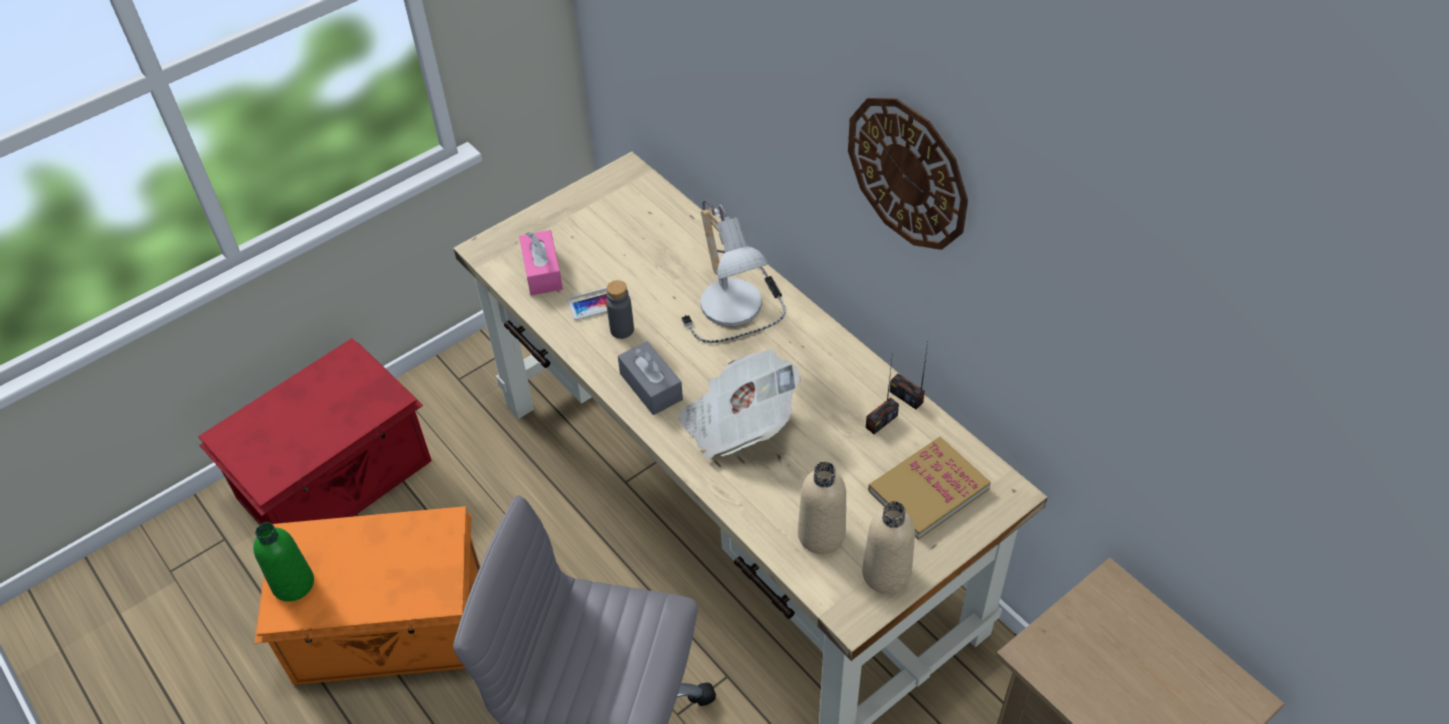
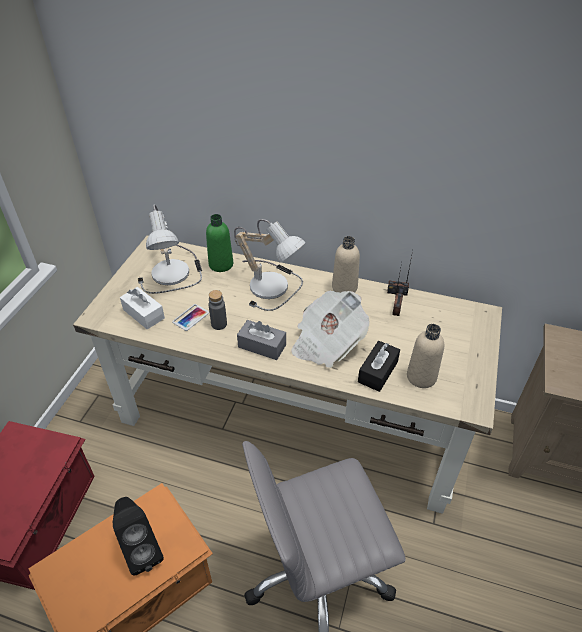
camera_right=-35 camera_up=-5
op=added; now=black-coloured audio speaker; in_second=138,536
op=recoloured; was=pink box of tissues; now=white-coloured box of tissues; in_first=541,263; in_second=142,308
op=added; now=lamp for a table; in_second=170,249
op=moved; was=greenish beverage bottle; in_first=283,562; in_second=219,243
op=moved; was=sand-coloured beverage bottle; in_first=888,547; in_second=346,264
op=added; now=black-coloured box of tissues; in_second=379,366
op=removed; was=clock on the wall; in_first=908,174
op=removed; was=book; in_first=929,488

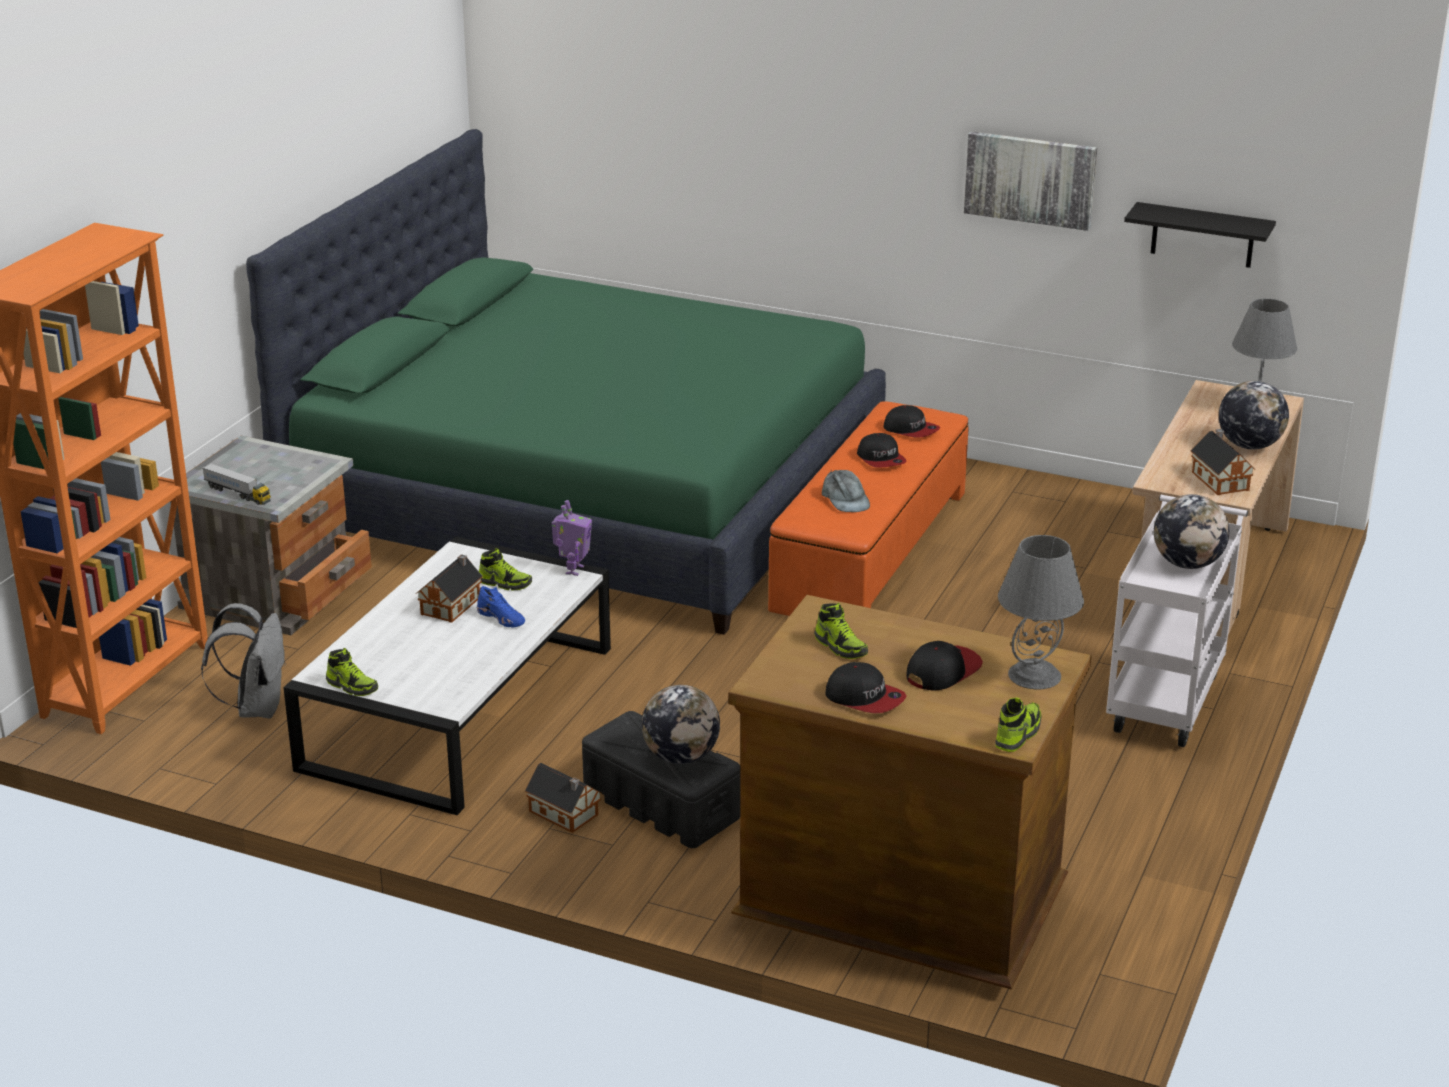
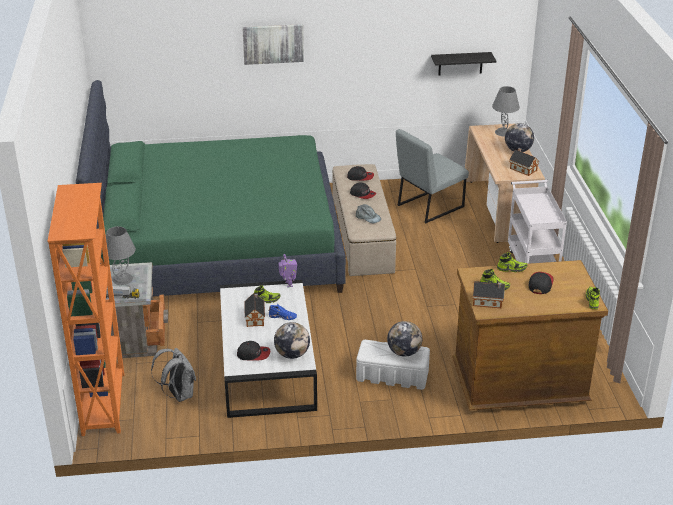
camera_right=-30 camera_up=5
op=moved; was=gray lamp for a table; in_first=1041,612; in_second=119,255
op=moved; was=peaked cap; in_first=866,687; in_second=253,351
op=moved; was=picture; in_first=1030,181; in_second=273,44
op=moved; was=desk globe; in_first=1191,531; in_second=292,340
op=recoloured; was=orangey indoor bench; now=sand-coloured indoor bench; in_first=868,508; in_second=364,220
op=recoloured; was=black-coloured storage box; now=white-coloured storage box; in_first=661,779; in_second=393,365
op=added; now=gray upright chair; in_second=432,176
op=moved; was=miniature house; in_first=563,798; in_second=489,294
op=moved; was=shoe; in_first=352,672; in_second=512,262

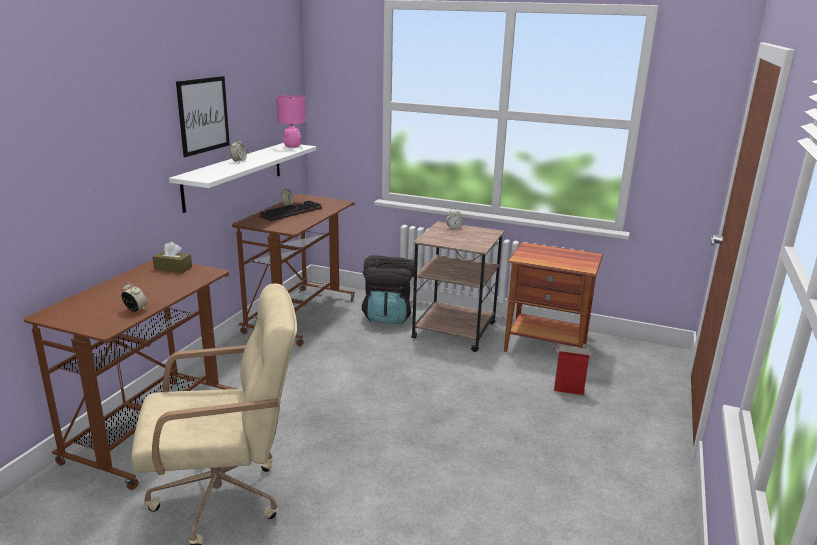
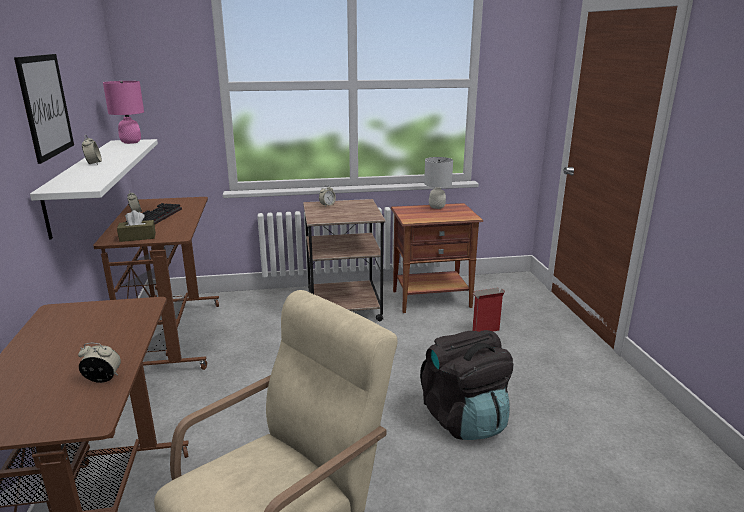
camera_right=-30 camera_up=0
op=moved; was=brownish box of tissues; in_first=172,257; in_second=136,226
op=moved; was=black-coloured backpack; in_first=388,289; in_second=466,385
op=added; now=gray lamp for a table; in_second=438,183

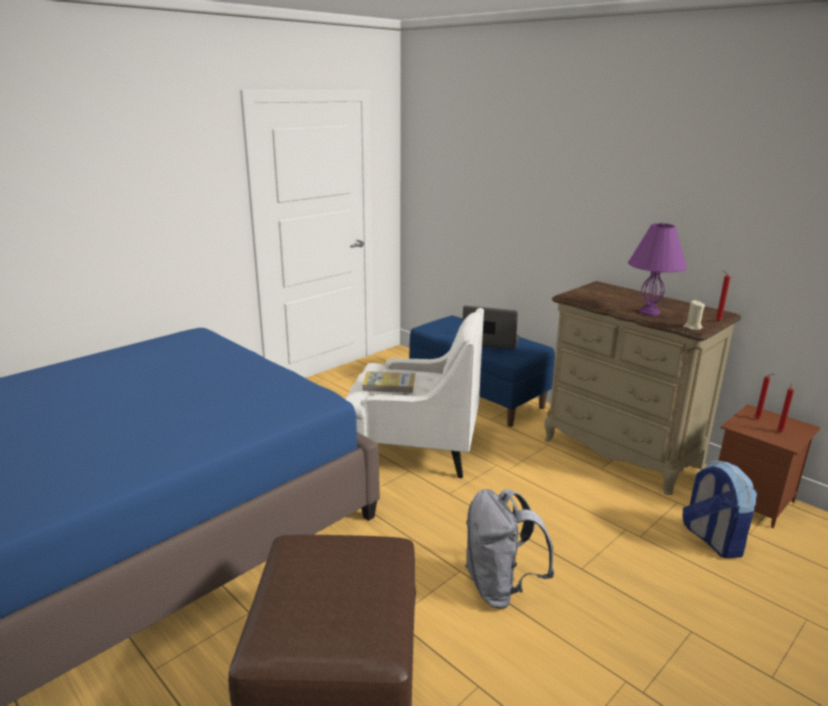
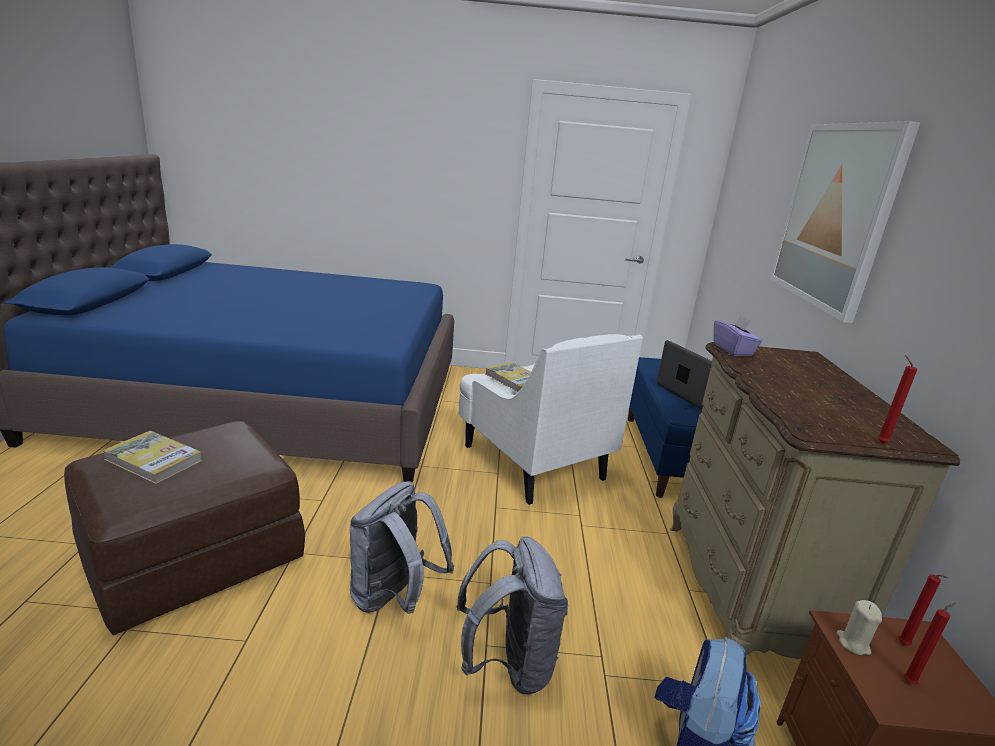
camera_right=45 camera_up=0
op=added; now=book; in_second=152,457
op=added; now=gray backpack; in_second=512,616
op=added; now=purple-coloured box of tissues; in_second=737,335
op=added; now=picture; in_second=845,222
op=moved; was=sand-coloured wax light; in_first=694,315; in_second=859,627
op=removed; was=purple-coloured lamp for a table; in_first=657,269

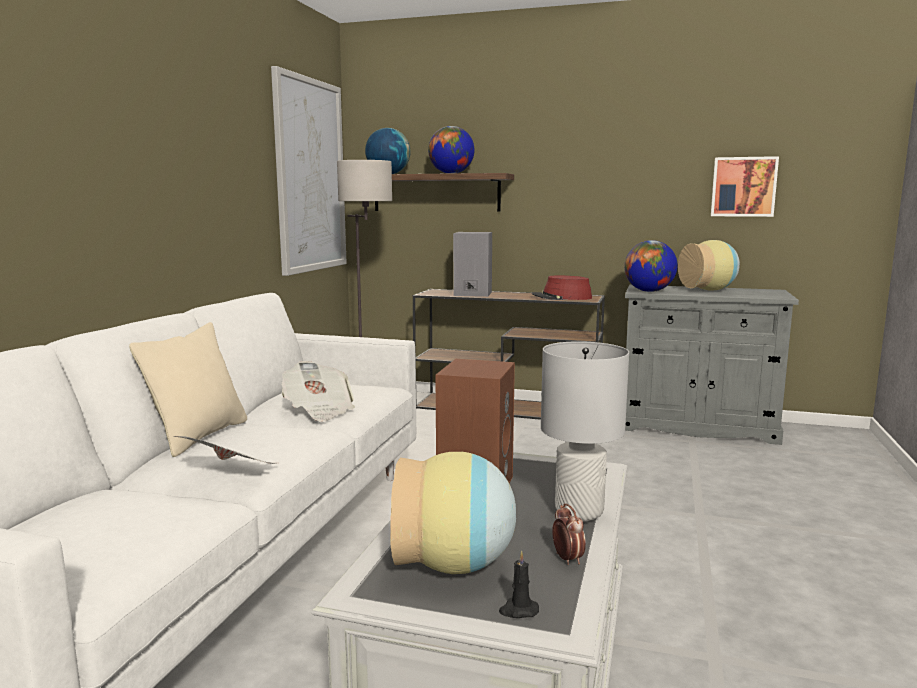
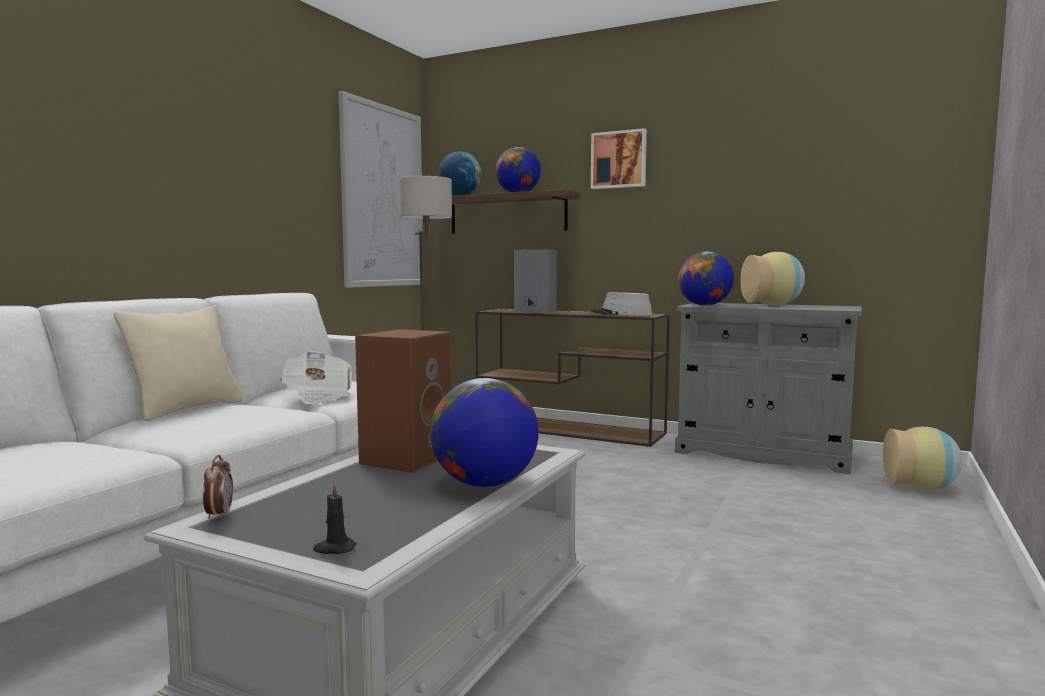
camera_right=10 camera_up=-5
op=moved; was=table clock; in_first=569,534; in_second=218,487
op=replaced; was=gray lamp for a table; now=desk globe; in_first=585,431; in_second=484,432
op=recoloured; was=red clothing hat; now=gray clothing hat; in_first=562,287; in_second=621,304
op=moved; was=picture; in_first=745,186; in_second=619,158
op=moved; was=decorative vase; in_first=453,513; in_second=922,458
op=removed; was=newspaper; in_first=225,450

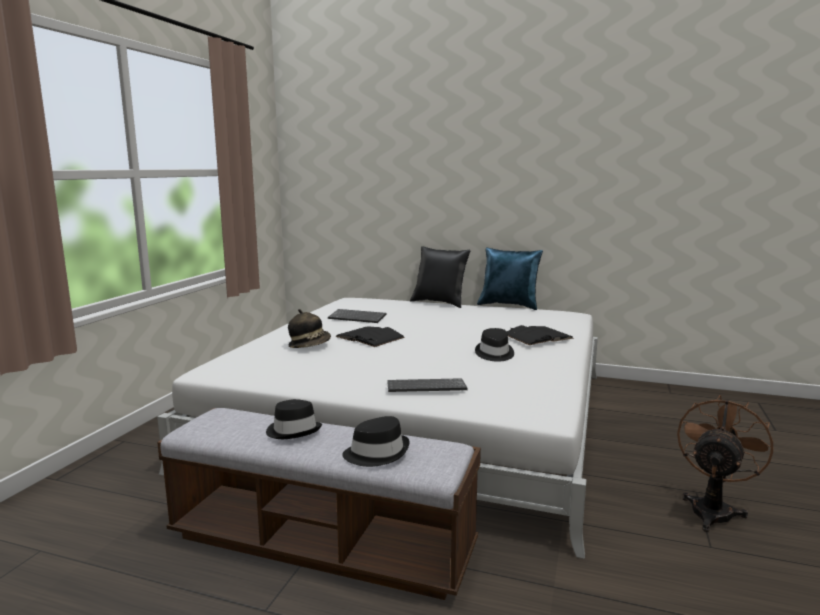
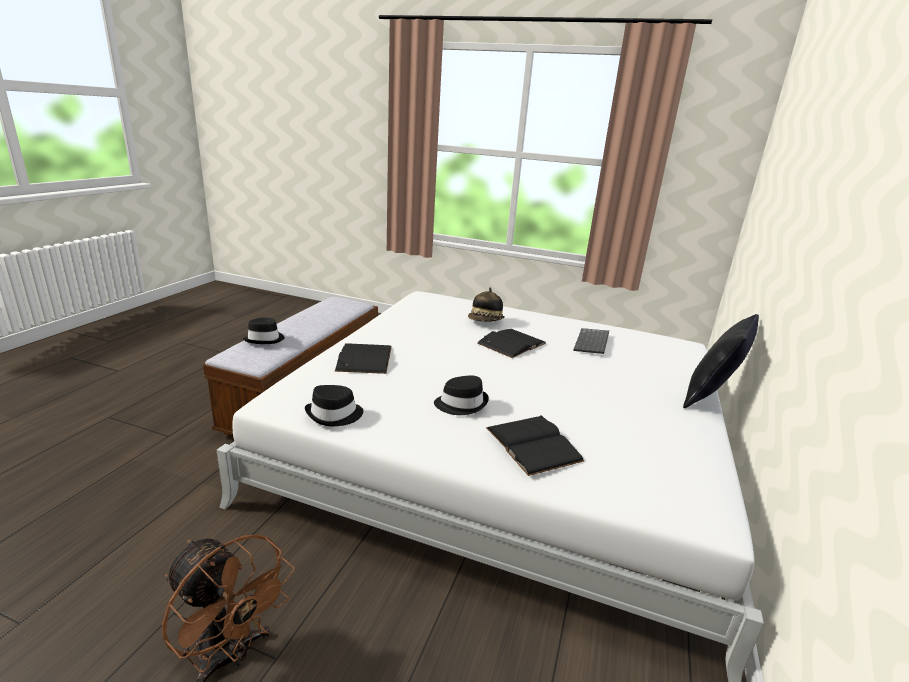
camera_right=90 camera_up=10
op=moved; was=black-coloured clothing hat; in_first=294,419; in_second=334,405
op=replaced; was=computer keyboard; now=black-coloured book; in_first=427,385; in_second=363,358
op=removed; was=bluish pillow; in_first=510,279

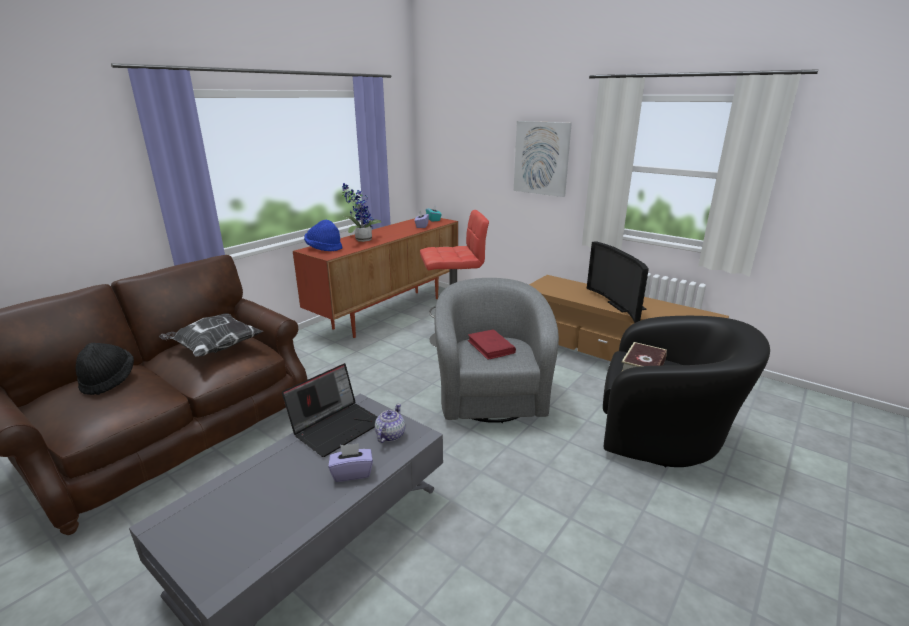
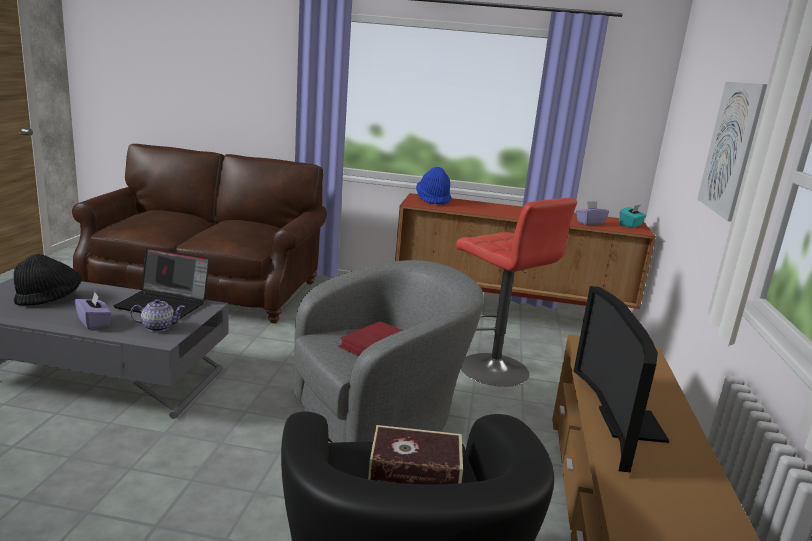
camera_right=60 camera_up=-5
op=moved; was=black-coloured clothing hat; in_first=105,369; in_second=47,280
op=turned; was=TV; in_first=618,282; in_second=621,379; clockwise=-45
op=removed; was=pillow; in_first=211,334
op=removed; was=potted plant; in_first=361,212

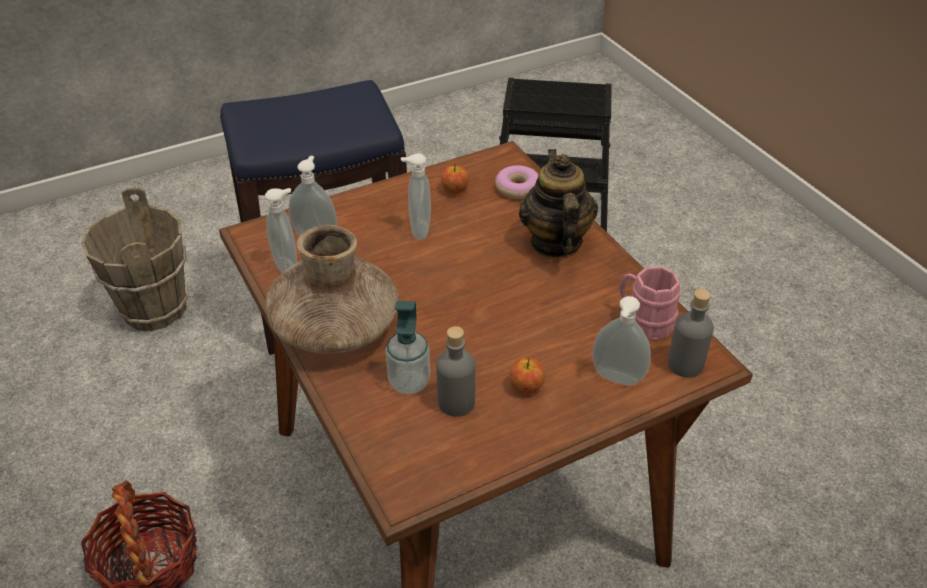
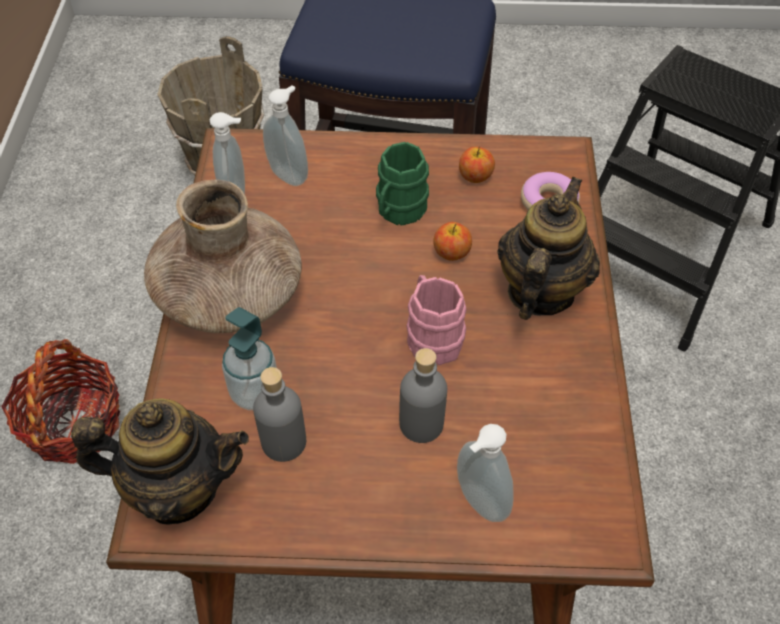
camera_right=30 camera_up=10
op=added; now=pot for tea; in_second=160,462
op=replaced; was=soap bottle; now=greenish tea mug; in_first=416,196; in_second=402,184
op=moved; was=gray beverage bottle; in_first=691,333; in_second=423,395
op=moved; was=pink tea mug; in_first=649,303; in_second=436,320
op=moved; was=whole apple; in_first=527,376; in_second=452,241

